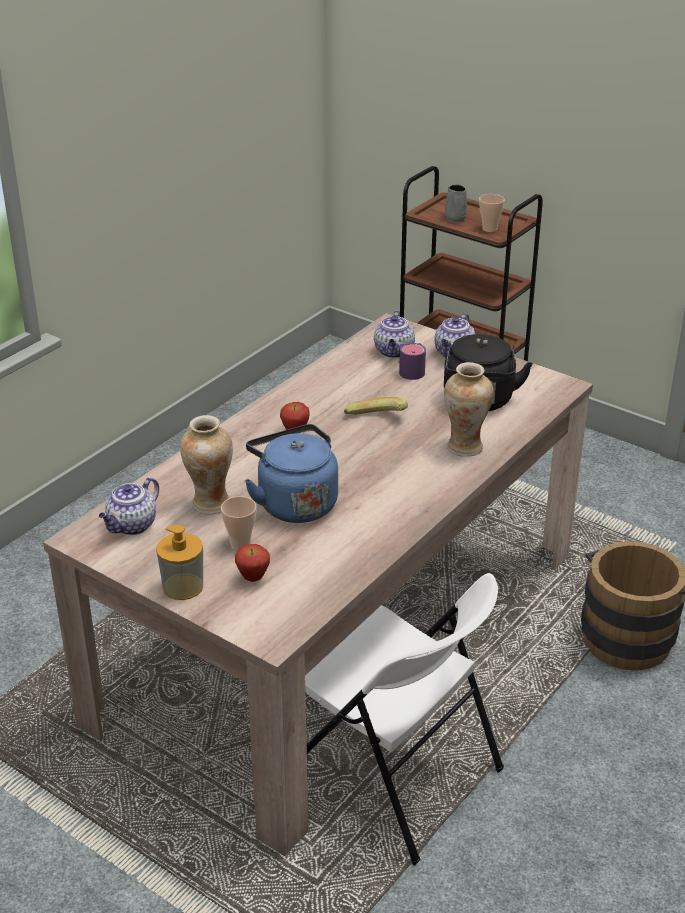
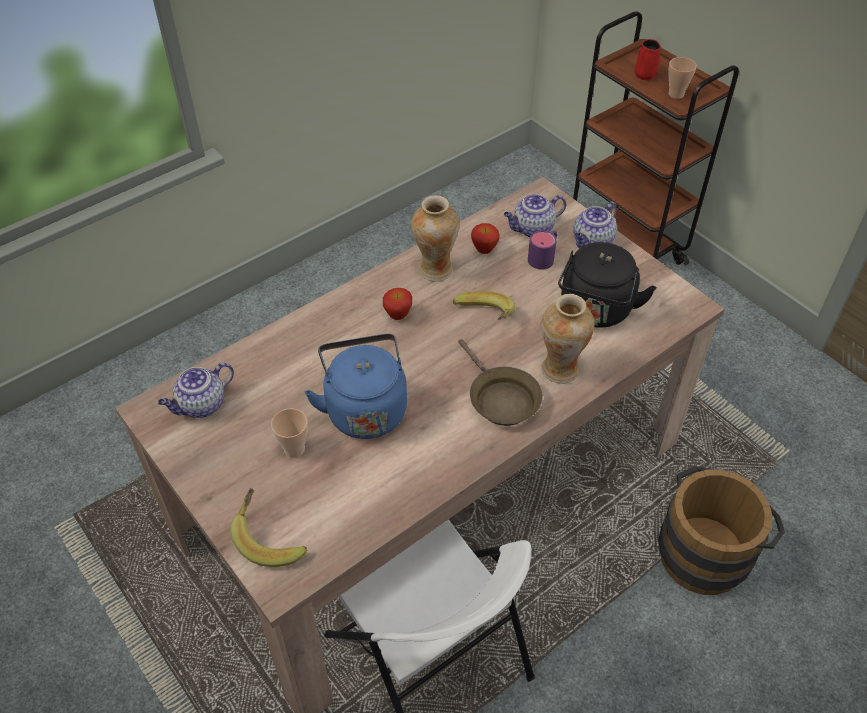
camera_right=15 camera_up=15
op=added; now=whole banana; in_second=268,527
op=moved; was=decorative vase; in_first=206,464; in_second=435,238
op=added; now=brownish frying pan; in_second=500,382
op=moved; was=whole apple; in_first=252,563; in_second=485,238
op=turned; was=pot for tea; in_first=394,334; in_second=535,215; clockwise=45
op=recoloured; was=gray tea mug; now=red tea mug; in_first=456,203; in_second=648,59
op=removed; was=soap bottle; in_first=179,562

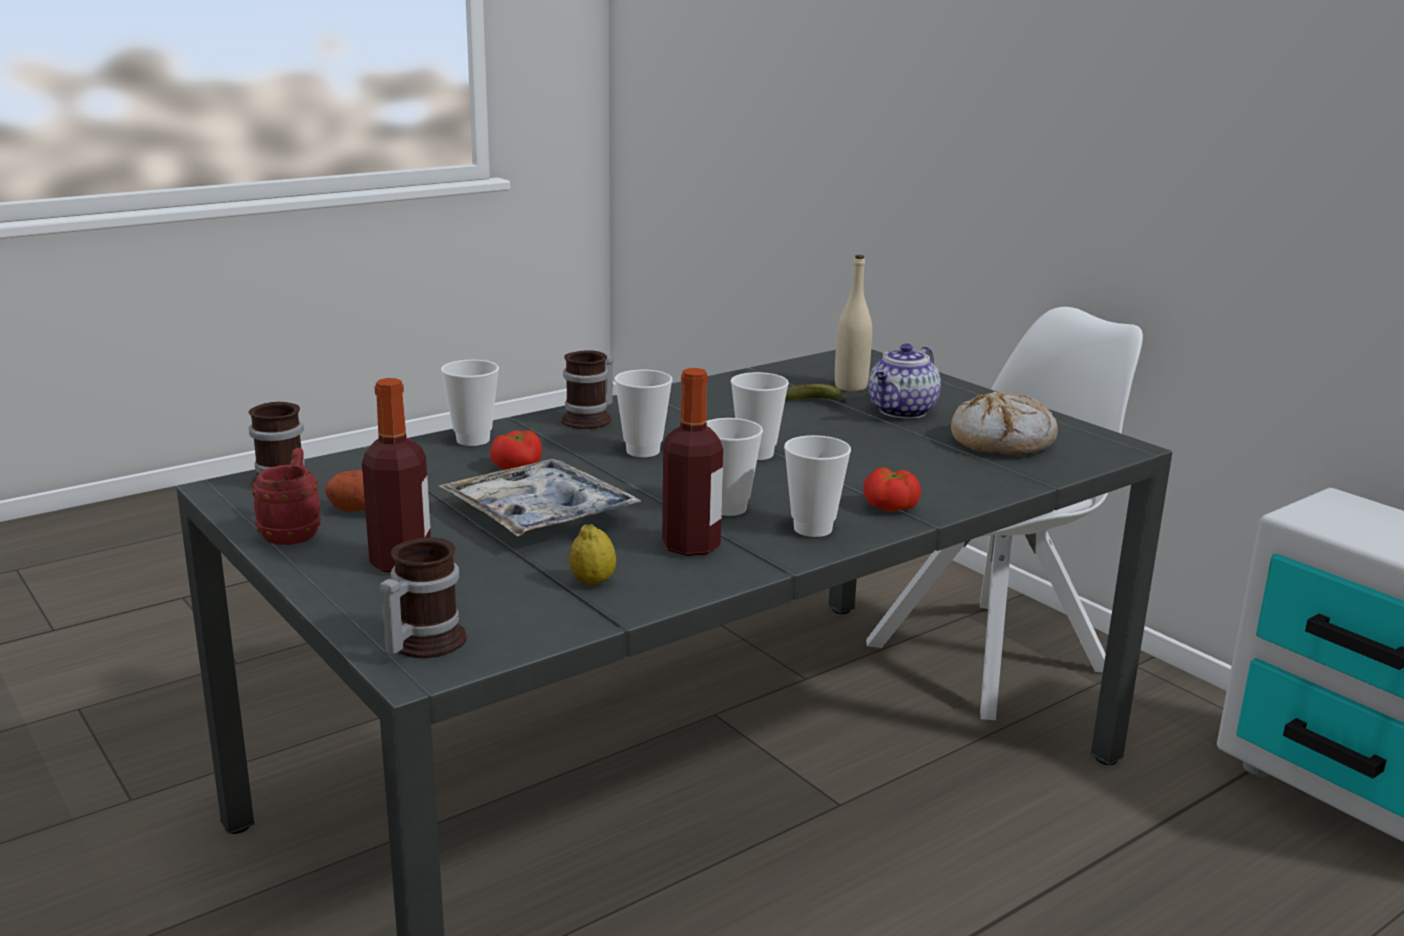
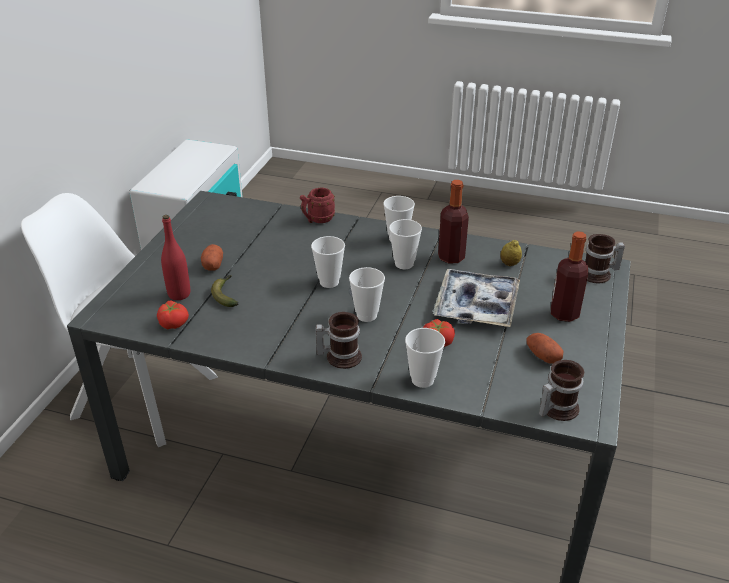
camera_right=-125 camera_up=15
op=moved; was=fresh tomato; in_first=892,489; in_second=173,315
op=recoloured; was=sand-coloured beverage bottle; now=red beverage bottle; in_first=853,323; in_second=175,257
op=replaced; was=pot for tea; now=whole potato; in_first=905,381; in_second=212,257
op=moved; was=red tea mug; in_first=286,496; in_second=317,205
op=removed; was=baked bread; in_first=1004,423

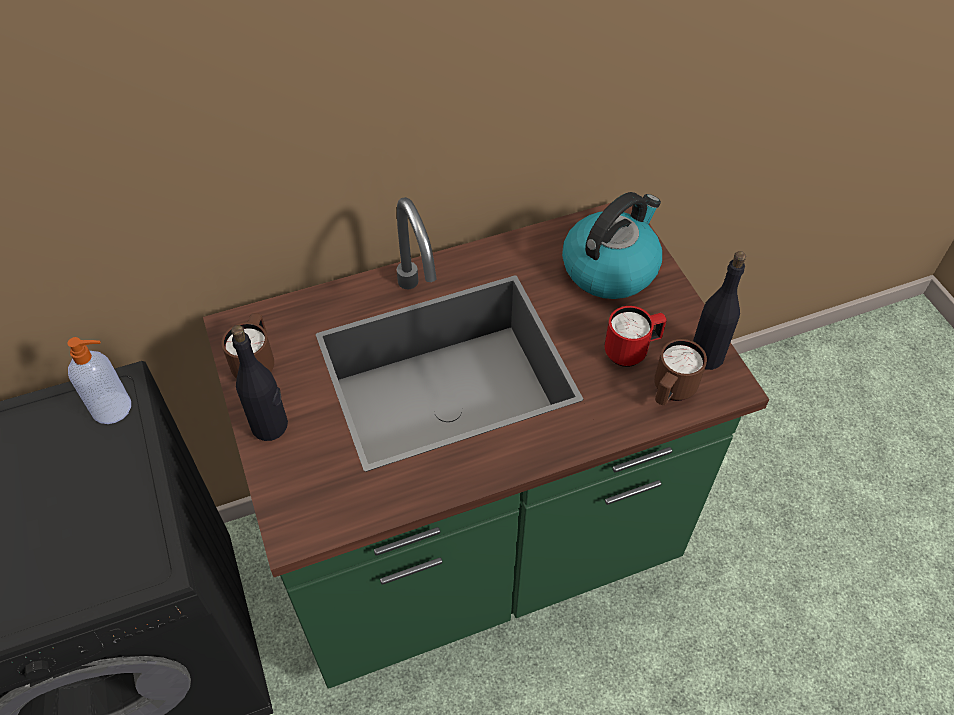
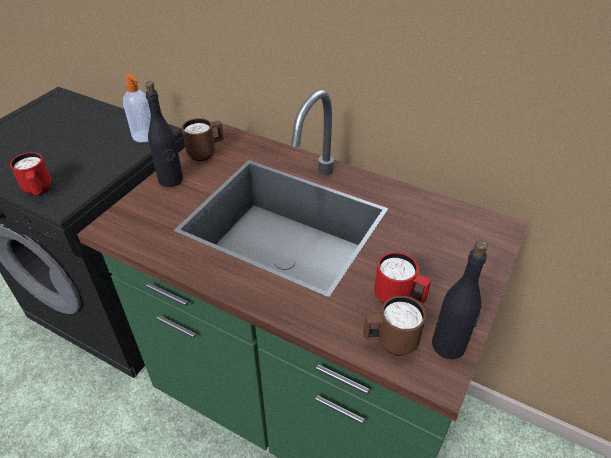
camera_right=50 camera_up=-10
op=added; now=red tea mug; in_second=31,173
op=removed; was=kettle; in_first=612,245

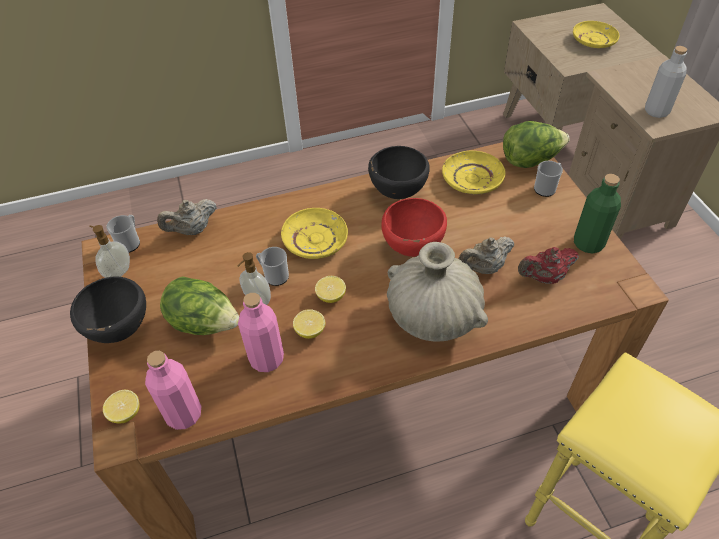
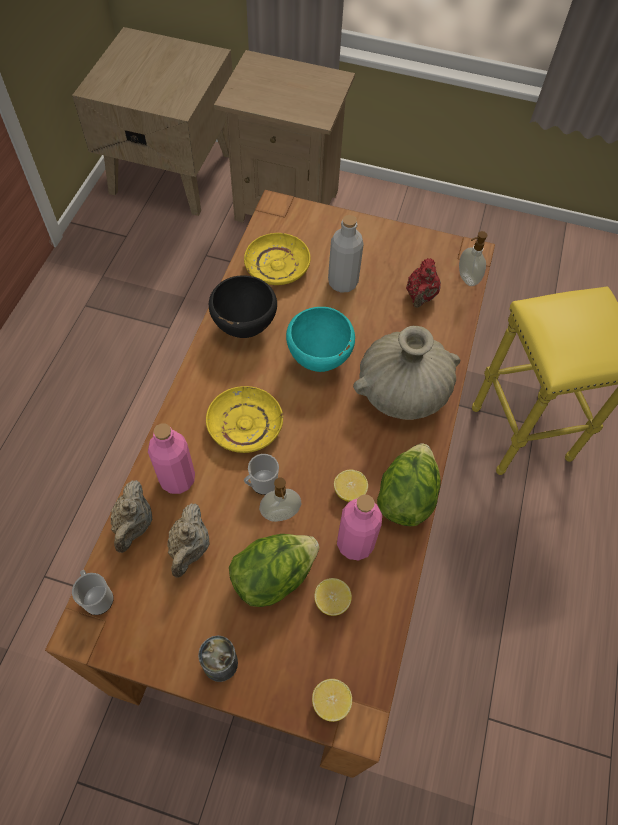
camera_right=-60 camera_up=10
op=moved; was=pink beverage bottle; in_first=173,390; in_second=171,458
op=moved; was=sand-coloured pot for tea; in_first=486,255; in_second=188,540
op=replaced; was=black-coloured deep dish; now=can; in_first=108,309; in_second=218,659
op=recoloured; was=red deep dish; now=turquoise deep dish; in_first=414,227; in_second=320,339
op=moved; was=citrus fruit; in_first=330,289; in_second=333,597
op=moved; was=gray beverage bottle; in_first=666,82; in_second=346,254
op=moved; was=lettuce head; in_first=536,144; in_second=409,484
op=moved; was=soap bottle; in_first=109,251; in_second=473,258
op=removed; was=tea mug; in_first=548,179
op=removed; was=yellow-coloured dinner plate; in_first=596,34
op=removed; was=greenish beverage bottle; in_first=597,214

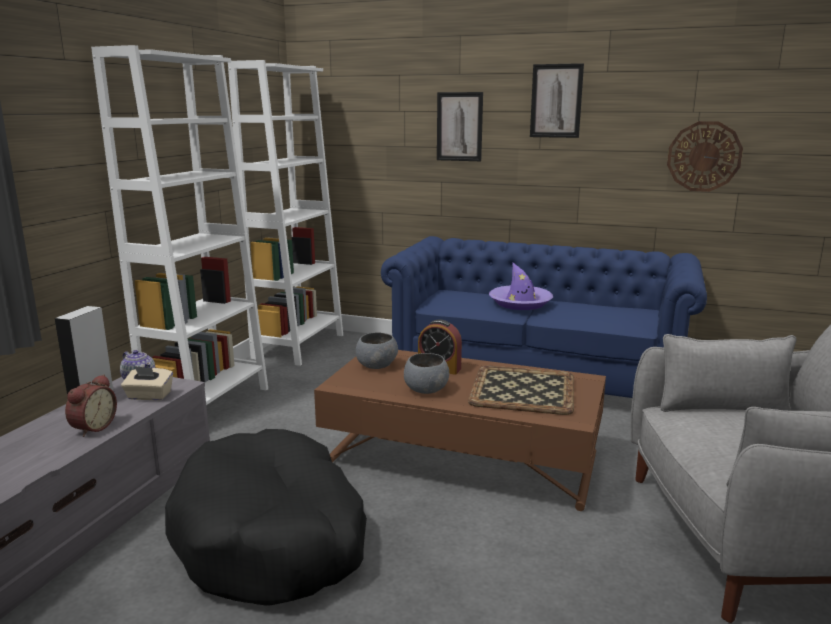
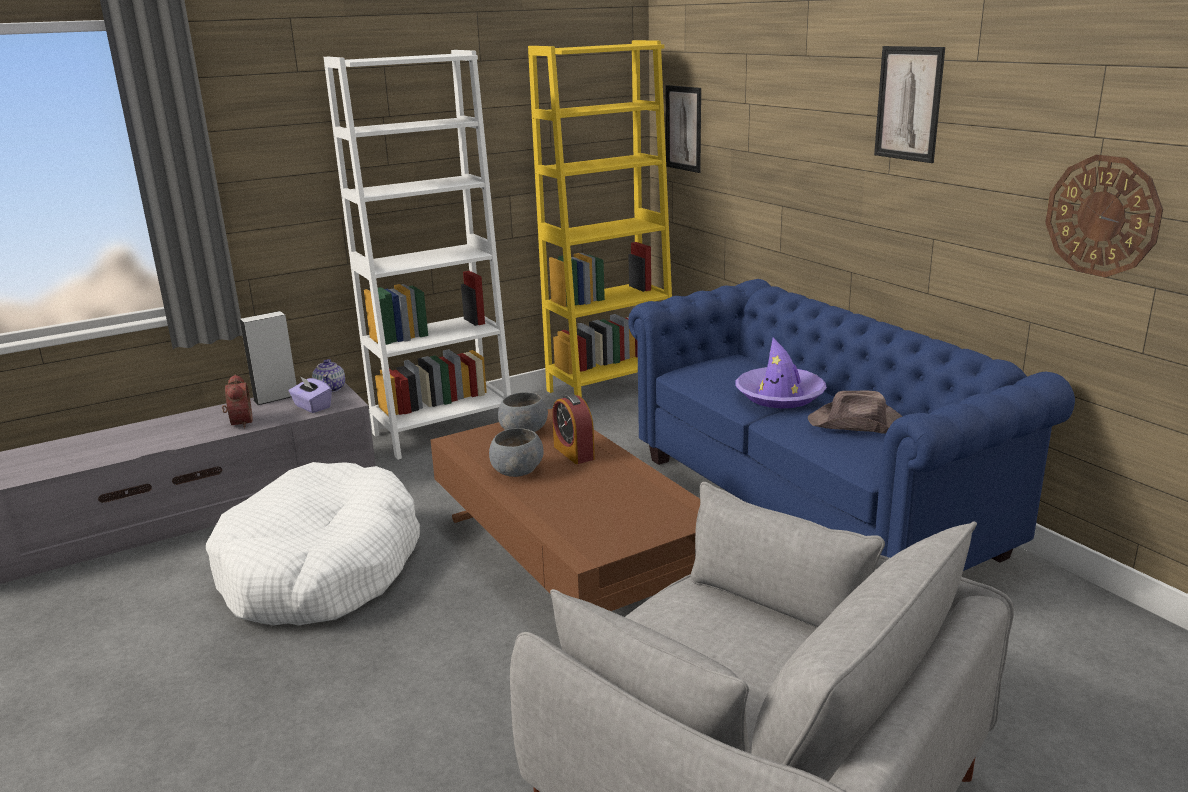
camera_right=40 camera_up=5
op=recoloured; was=black-coloured dog bed; now=white-coloured dog bed; in_first=266,517; in_second=313,543
op=turned; was=table clock; in_first=91,405; in_second=237,401; clockwise=-75
op=recoloured; was=sand-coloured box of tissues; now=purple-coloured box of tissues; in_first=147,383; in_second=310,394
op=recoloured; was=white-coloured bookshelf; now=yellow-coloured bookshelf; in_first=285,213; in_second=600,218
op=moved; was=picture; in_first=460,126; in_second=683,129
op=added; now=brownish clothing hat; in_second=855,412
op=removed; was=tray; in_first=521,390

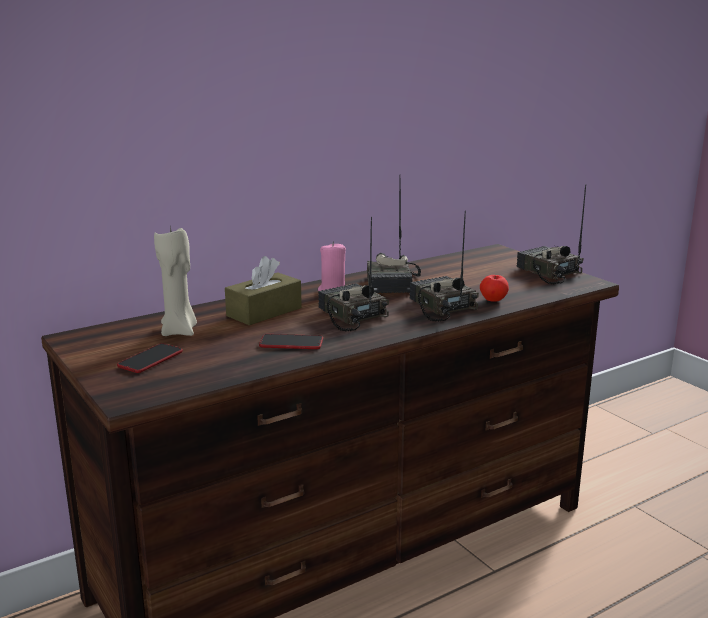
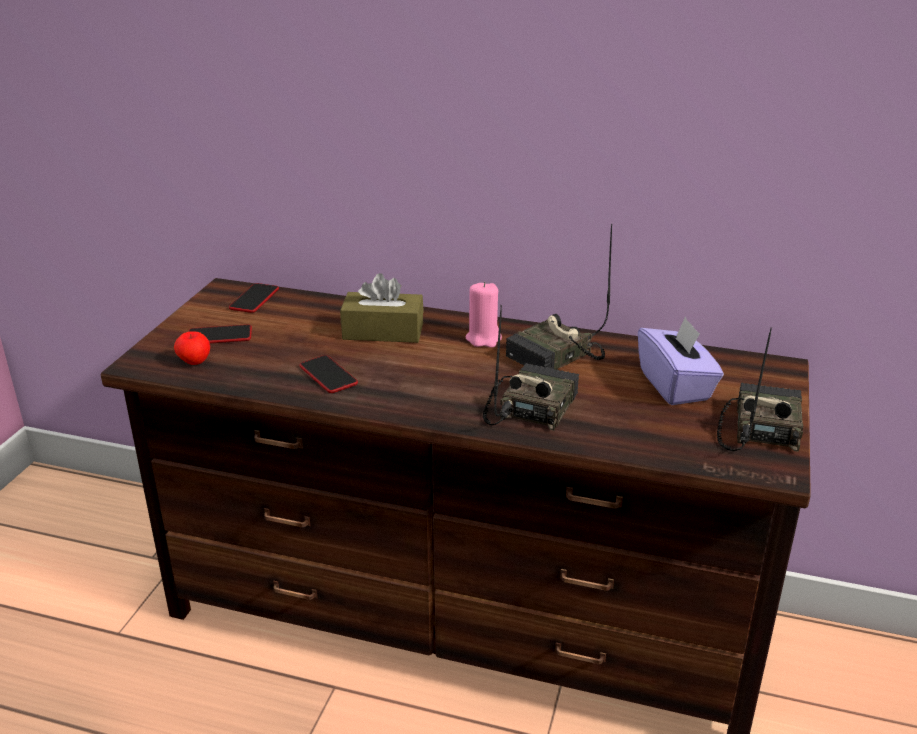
camera_right=50 camera_up=10
op=moved; was=whole apple; in_first=494,288; in_second=192,348
op=added; now=phone; in_second=254,298
op=added; now=purple-coloured box of tissues; in_second=681,360
op=removed; was=sand-coloured wax light; in_first=175,281
op=removed; was=radio; in_first=353,274

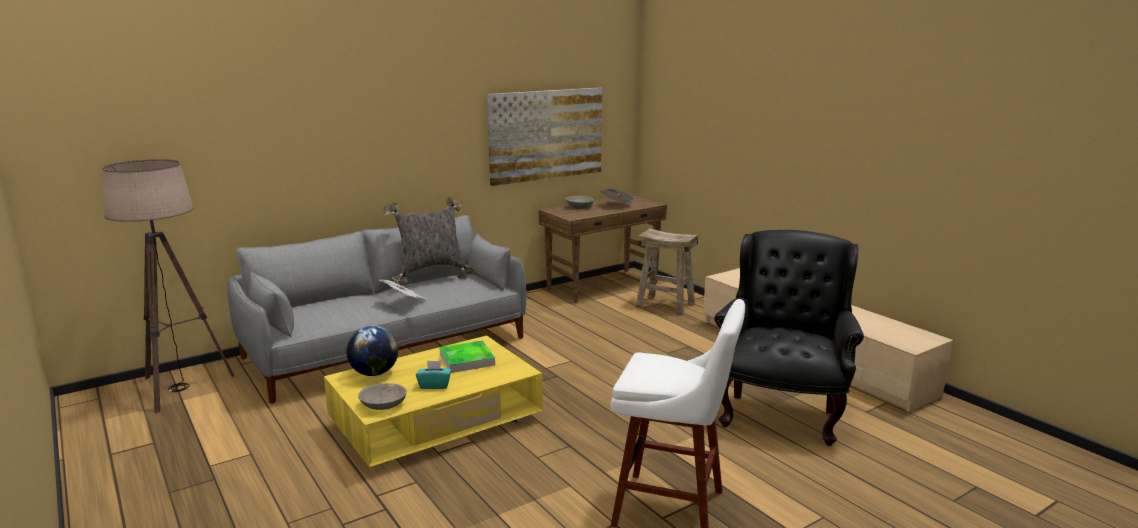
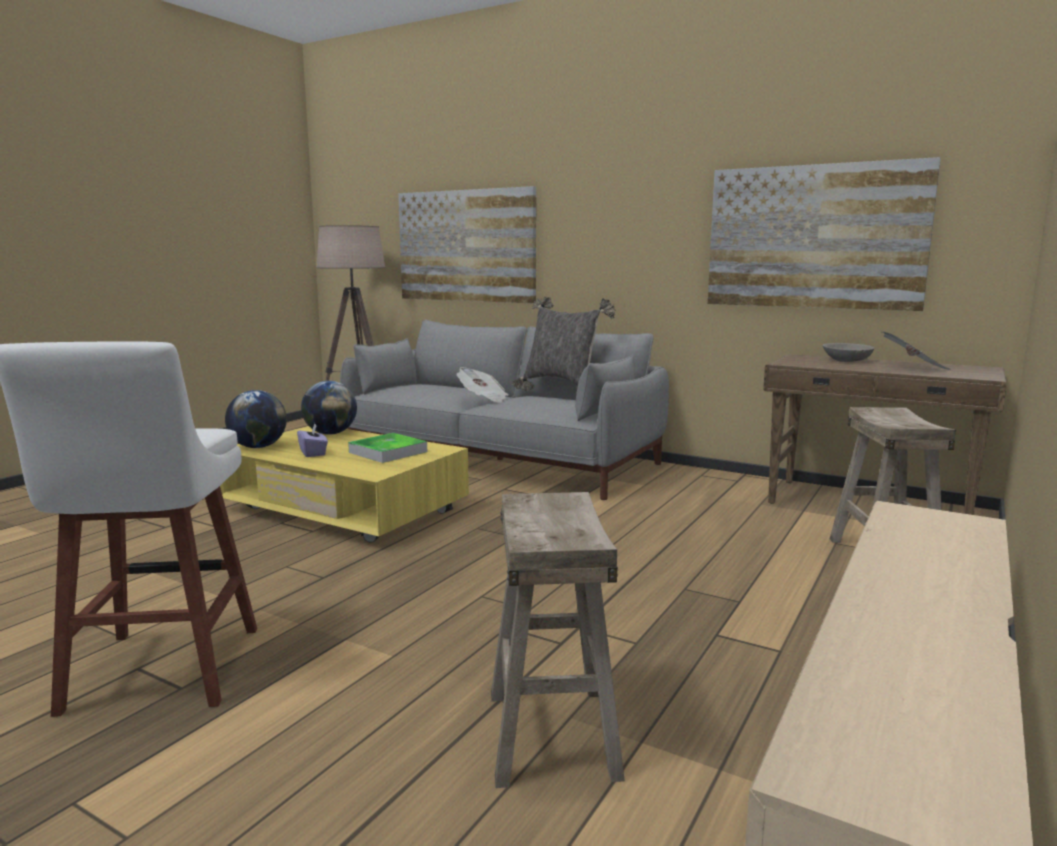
camera_right=65 camera_up=-5
op=replaced; was=gray deep dish; now=desk globe; in_first=382,396; in_second=256,419
op=recoloured; was=turquoise box of tissues; now=purple-coloured box of tissues; in_first=434,375; in_second=312,440
op=added; now=picture; in_second=467,244
op=replaced; was=black-coloured lounge chair; now=sand-coloured stool seat; in_first=789,338; in_second=558,640

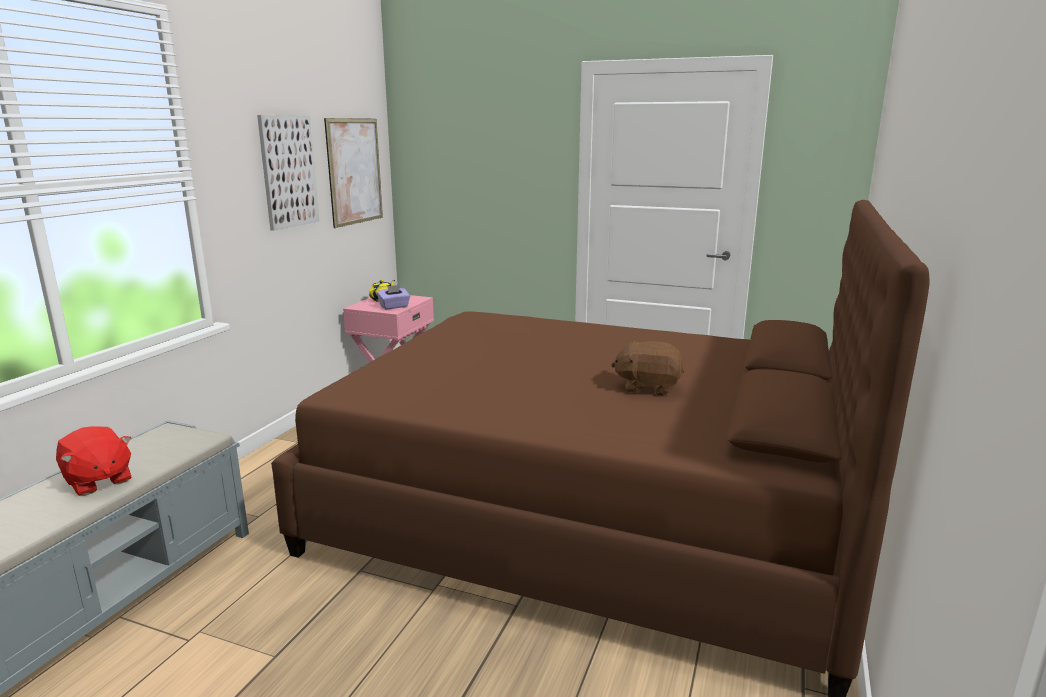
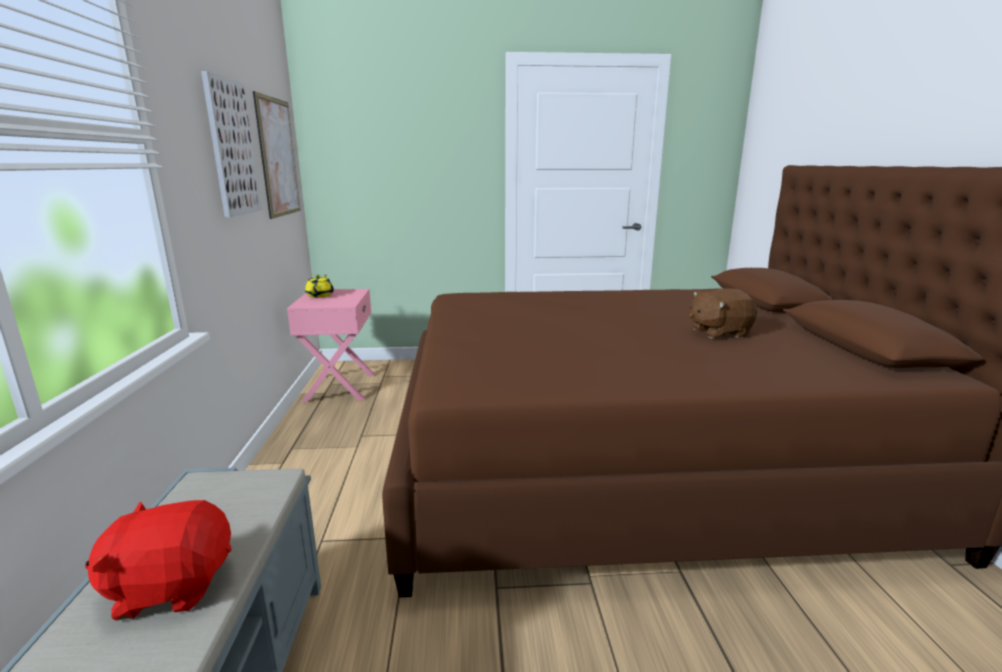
camera_right=-25 camera_up=0
op=turned; was=red plush toy; in_first=94,461; in_second=158,560; clockwise=150
op=removed; was=purple-coloured box of tissues; in_first=393,297

